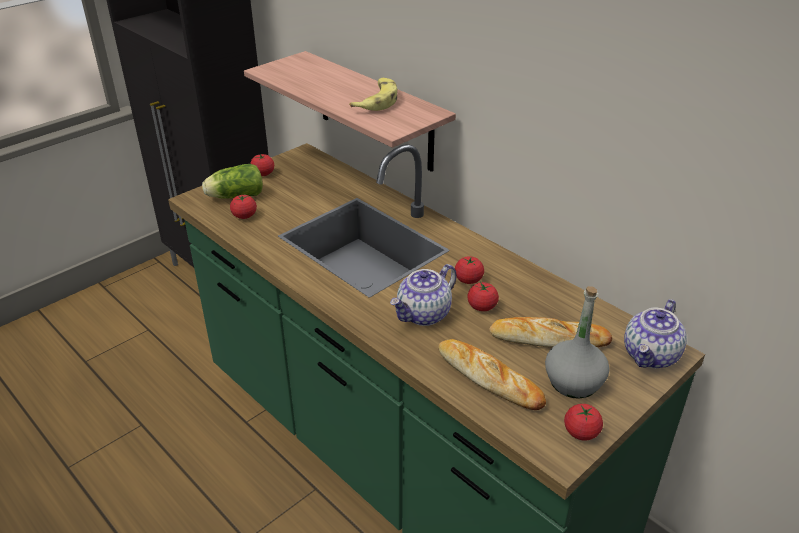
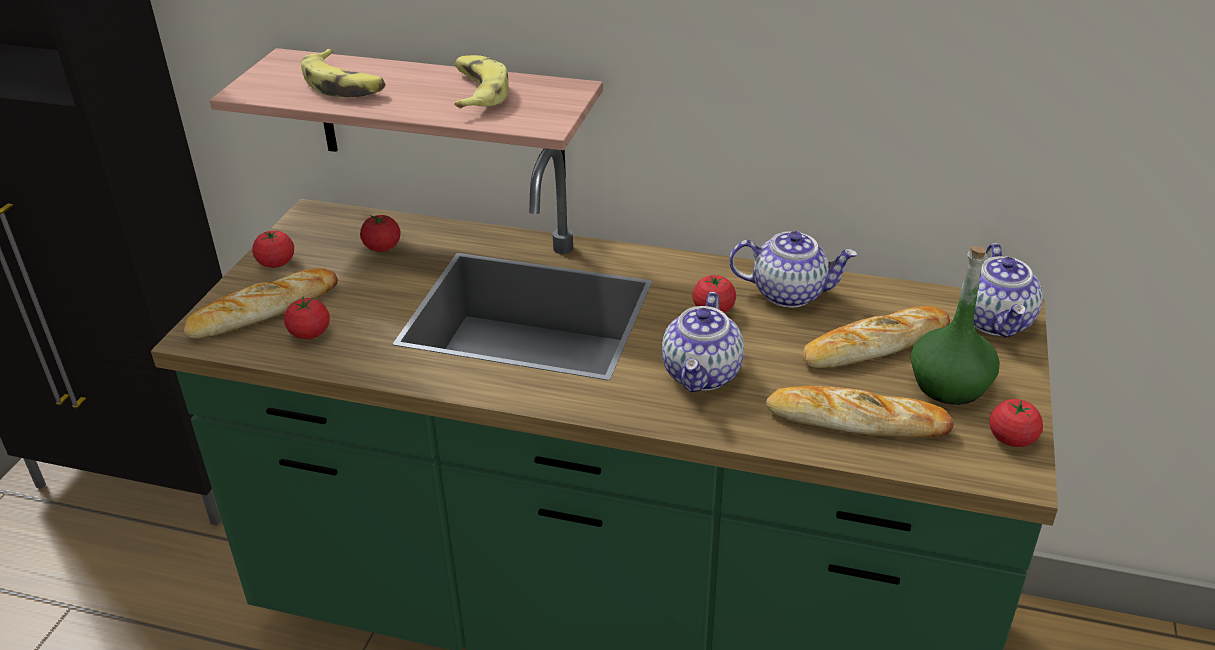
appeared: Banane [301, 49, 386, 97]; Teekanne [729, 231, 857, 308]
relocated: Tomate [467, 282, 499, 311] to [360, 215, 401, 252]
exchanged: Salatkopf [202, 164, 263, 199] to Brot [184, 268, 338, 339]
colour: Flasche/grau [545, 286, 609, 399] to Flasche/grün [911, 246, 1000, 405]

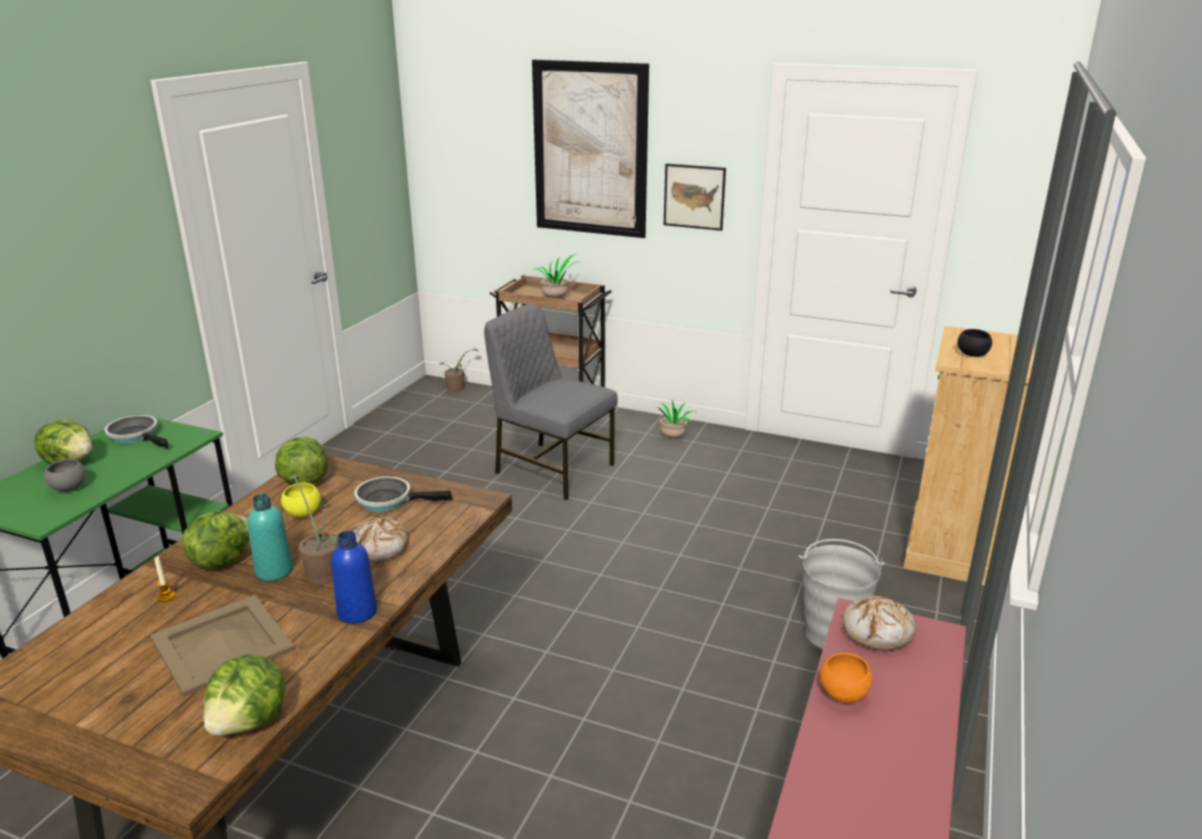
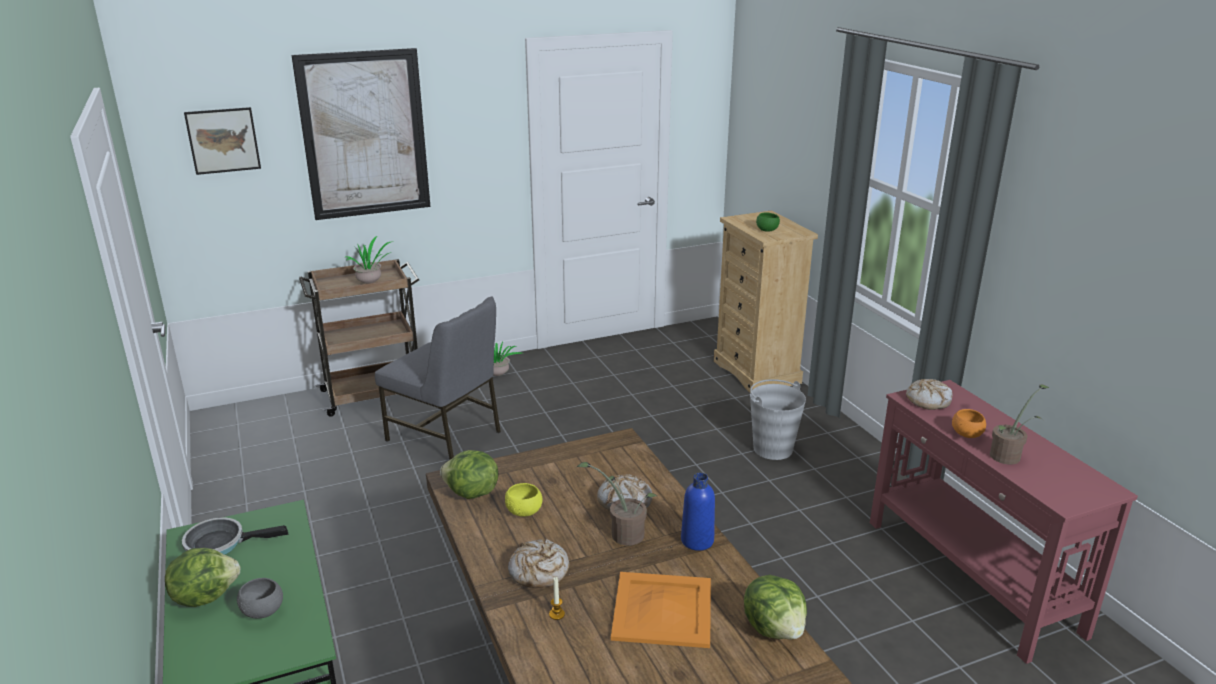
missing: Flasche/türkis [247, 494, 293, 581]; Pfanne [354, 476, 452, 512]
relocated: Bild [664, 164, 726, 231] to [184, 107, 261, 175]; Topfpflanze [438, 349, 479, 391] to [990, 384, 1049, 465]
exchanged: Salatkopf [182, 511, 250, 569] to Brot [508, 538, 569, 588]
colour: Tablett/beige [150, 595, 295, 697] to Tablett/orange [611, 572, 711, 648]; Schüssel/schwarz [957, 329, 992, 357] to Schüssel/grün [756, 212, 780, 232]
spun: Stuhl/grau [484, 304, 618, 500] = [375, 296, 501, 460] 135 degrees counterclockwise

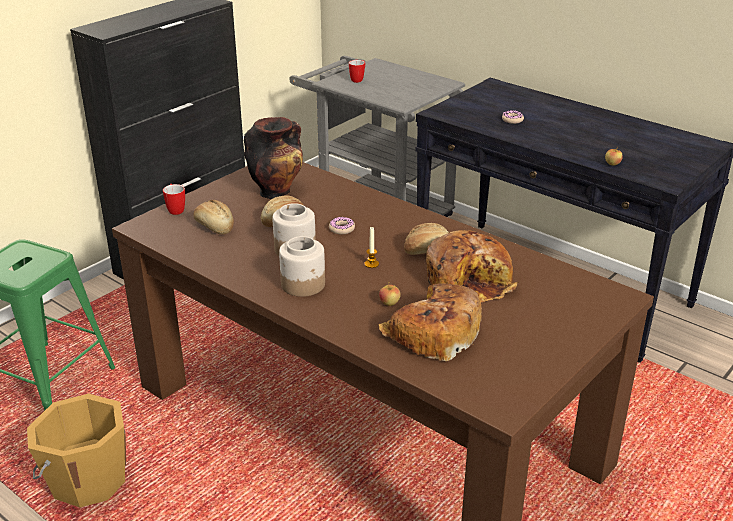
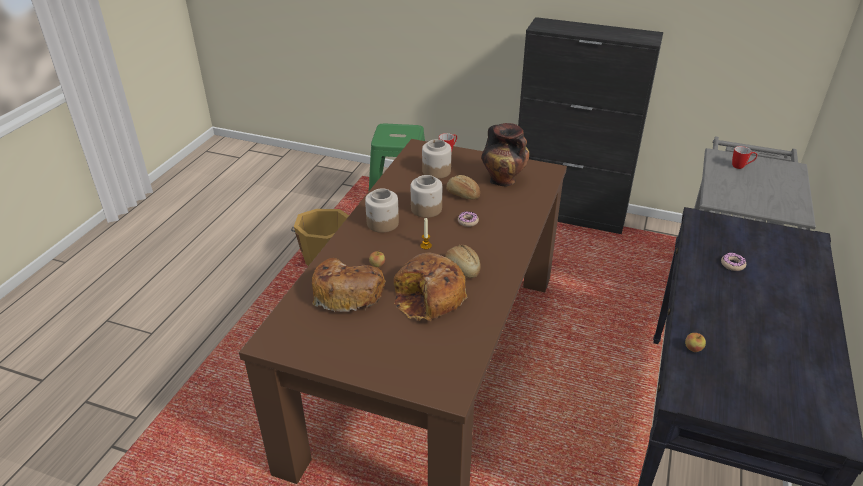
exchanged: Brot [193, 200, 234, 234] to Vorratsglas [422, 139, 451, 179]

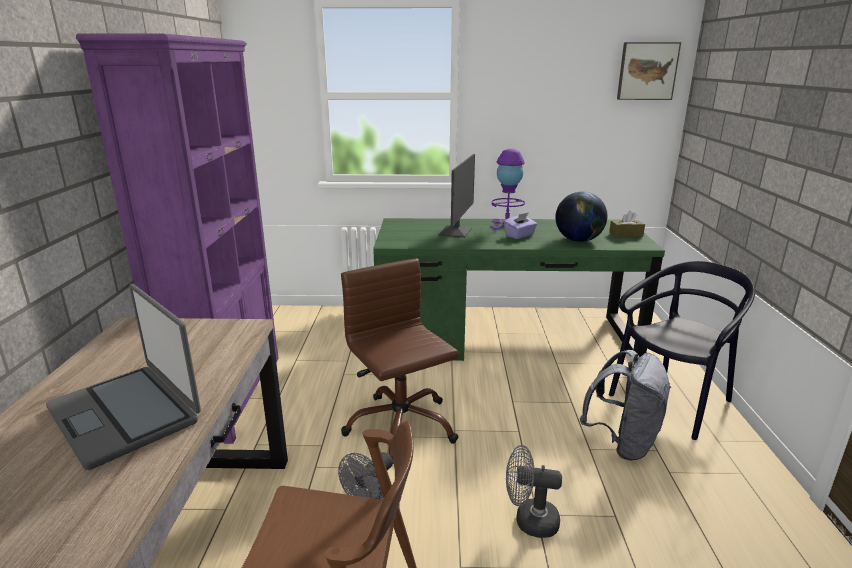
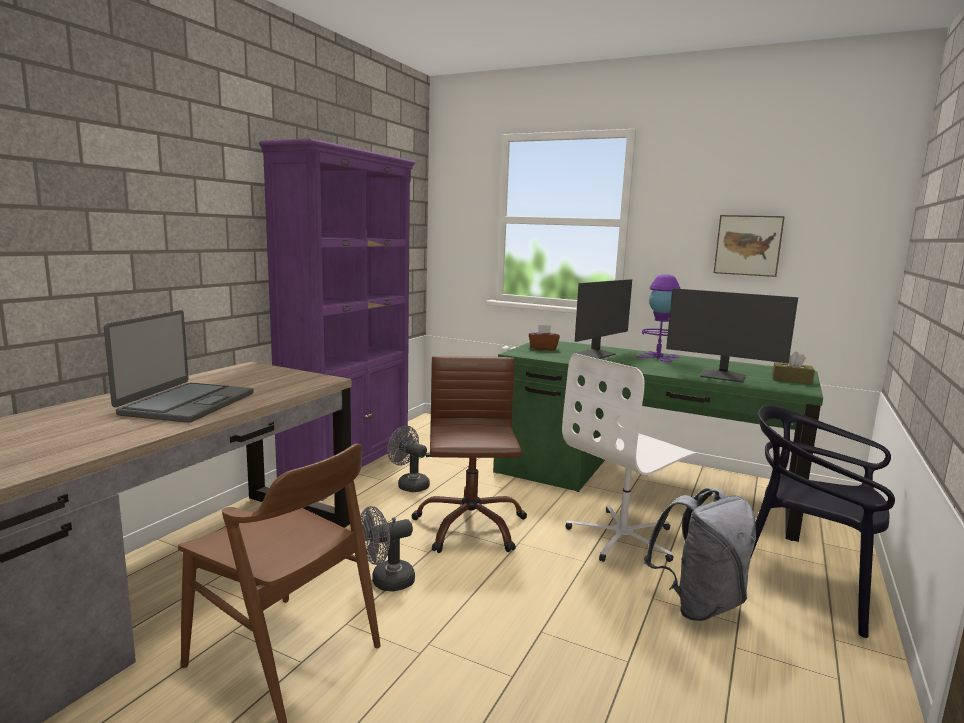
missing: Taschentuchbox/lila [504, 212, 537, 239]
appeared: Taschentuchbox/braun [529, 325, 560, 350]; Bürostuhl/weiß [562, 353, 696, 562]
relocated: Ventilator/grau [506, 445, 562, 538] to [387, 426, 430, 492]; Bild [617, 42, 681, 100] to [714, 215, 785, 277]
exchanged: Globus [555, 192, 607, 242] to Monitor [666, 288, 798, 383]
spun: Laptop [46, 284, 201, 470] = [104, 310, 254, 423] 150 degrees counterclockwise; Stuhl/schwarz [609, 261, 755, 440] = [751, 405, 895, 638] 135 degrees counterclockwise

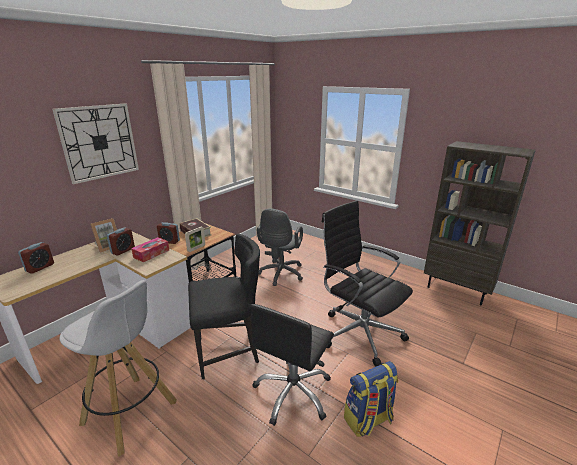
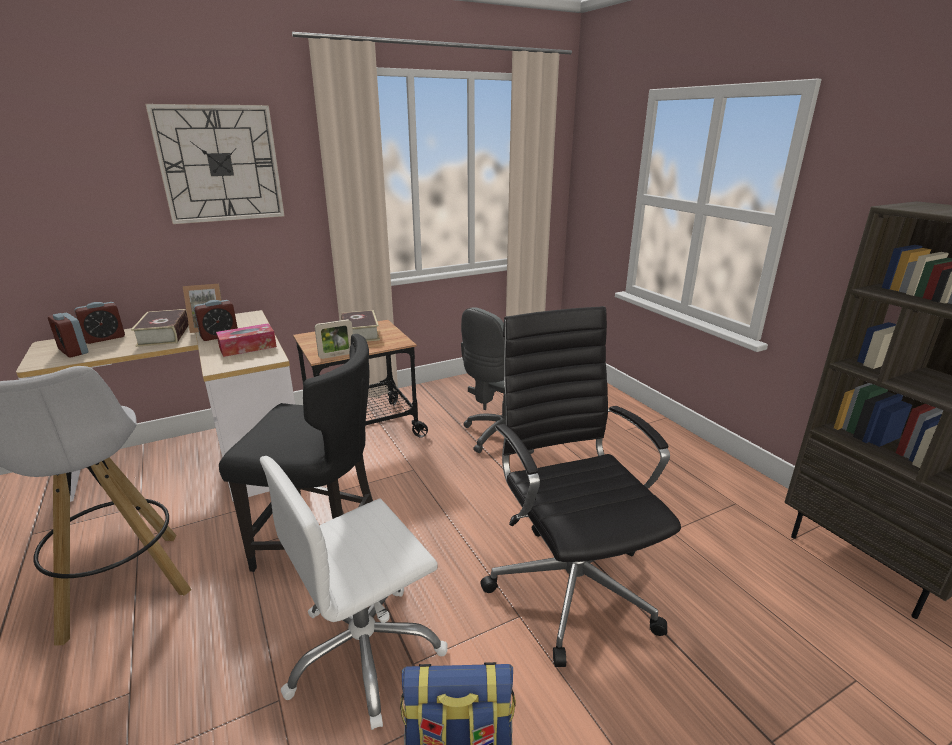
appeared: Buch [131, 309, 189, 347]
relocated: Wecker [157, 222, 180, 244] to [48, 313, 88, 358]
colour: Bürostuhl/schwarz [250, 304, 334, 426] to Bürostuhl/weiß [260, 456, 448, 730]

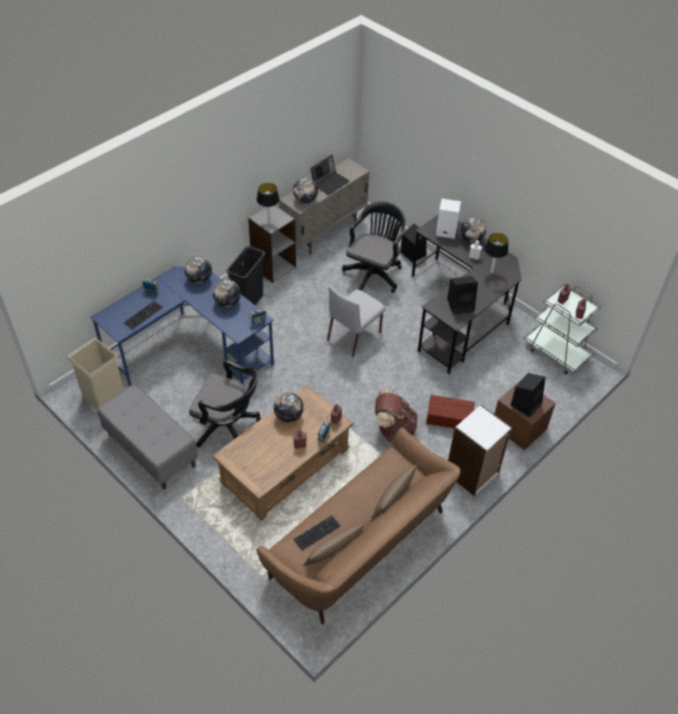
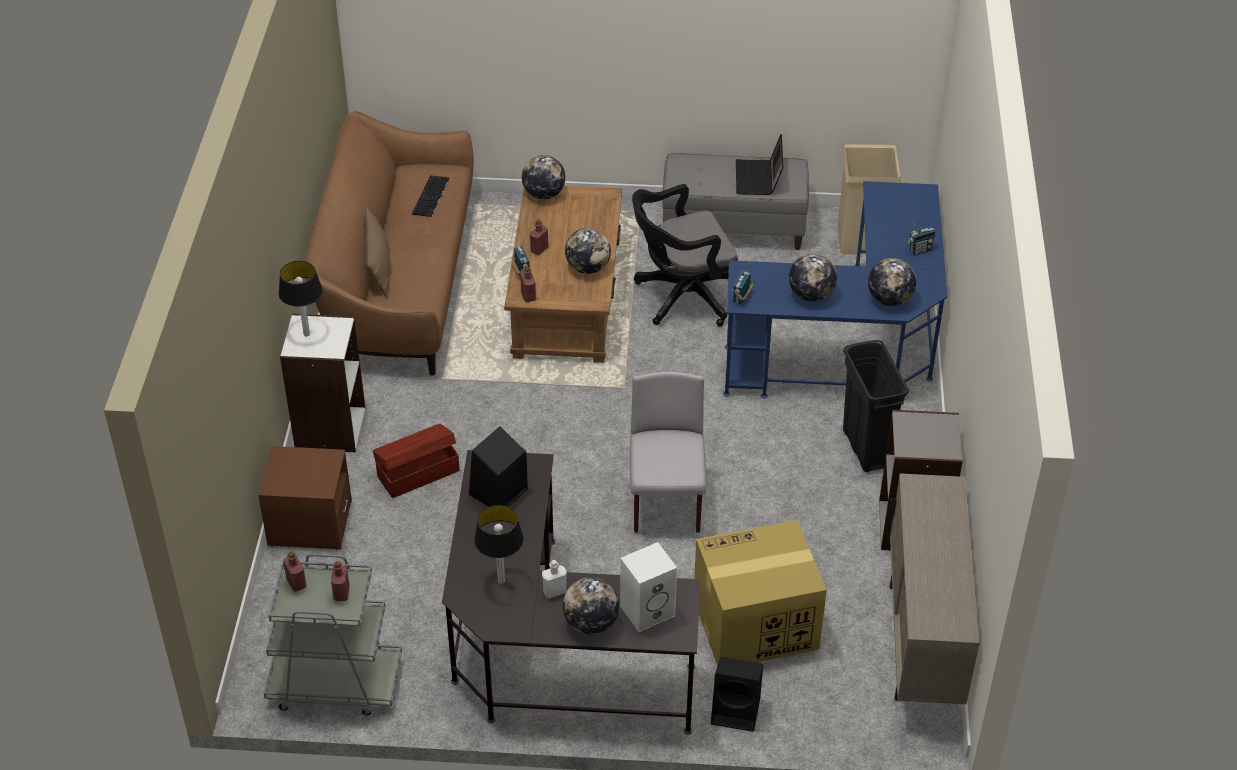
missing: Tastatur [124, 301, 163, 330]; Kissen/braun [303, 524, 365, 566]; Rucksack/braun [375, 390, 418, 443]; Lautsprecher/schwarz [511, 373, 545, 417]
relocated: Tischlampe [257, 183, 280, 224] to [279, 261, 323, 336]; Globus [293, 178, 318, 203] to [522, 155, 565, 199]; Laptop [310, 155, 349, 195] to [736, 134, 783, 195]
exchanged: Bürostuhl/schwarz [342, 201, 406, 293] to Karton [694, 520, 827, 666]

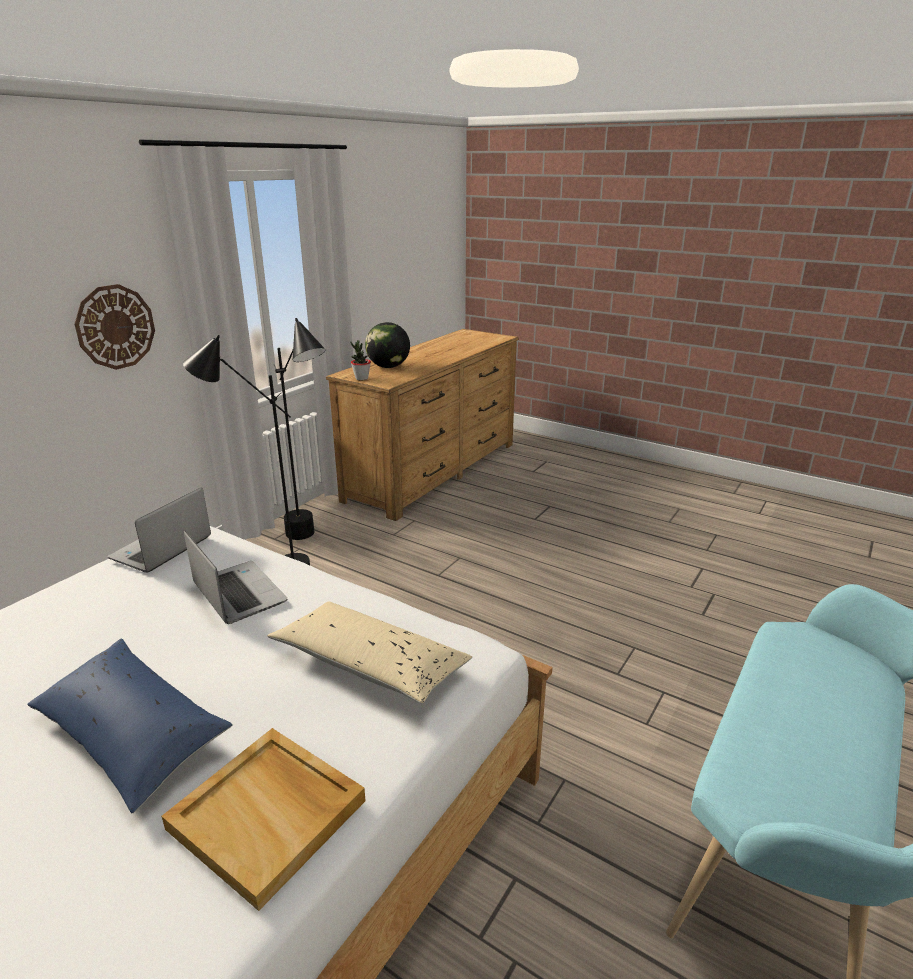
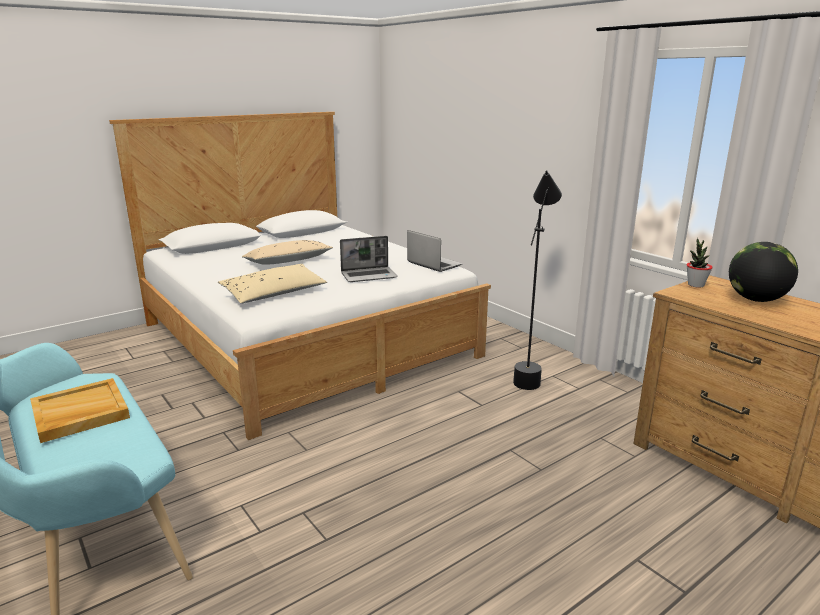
missing: Wanduhr [74, 284, 155, 370]; Stehlampe/schwarz [274, 318, 326, 540]
relocated: Tablett/beige [161, 728, 366, 911] to [30, 378, 130, 443]
colour: Kissen/blau [27, 638, 233, 813] to Kissen/beige [242, 240, 333, 265]

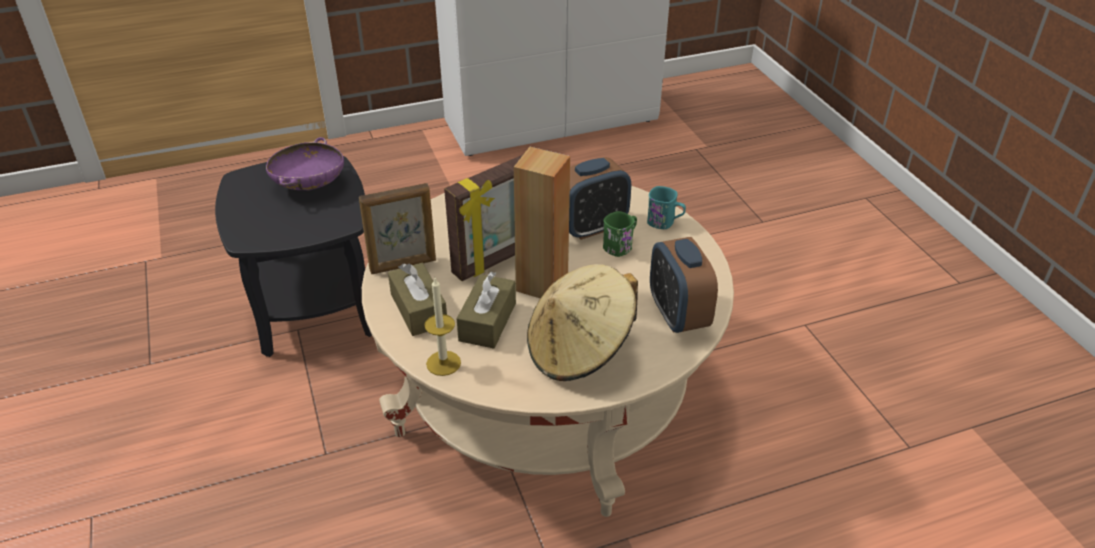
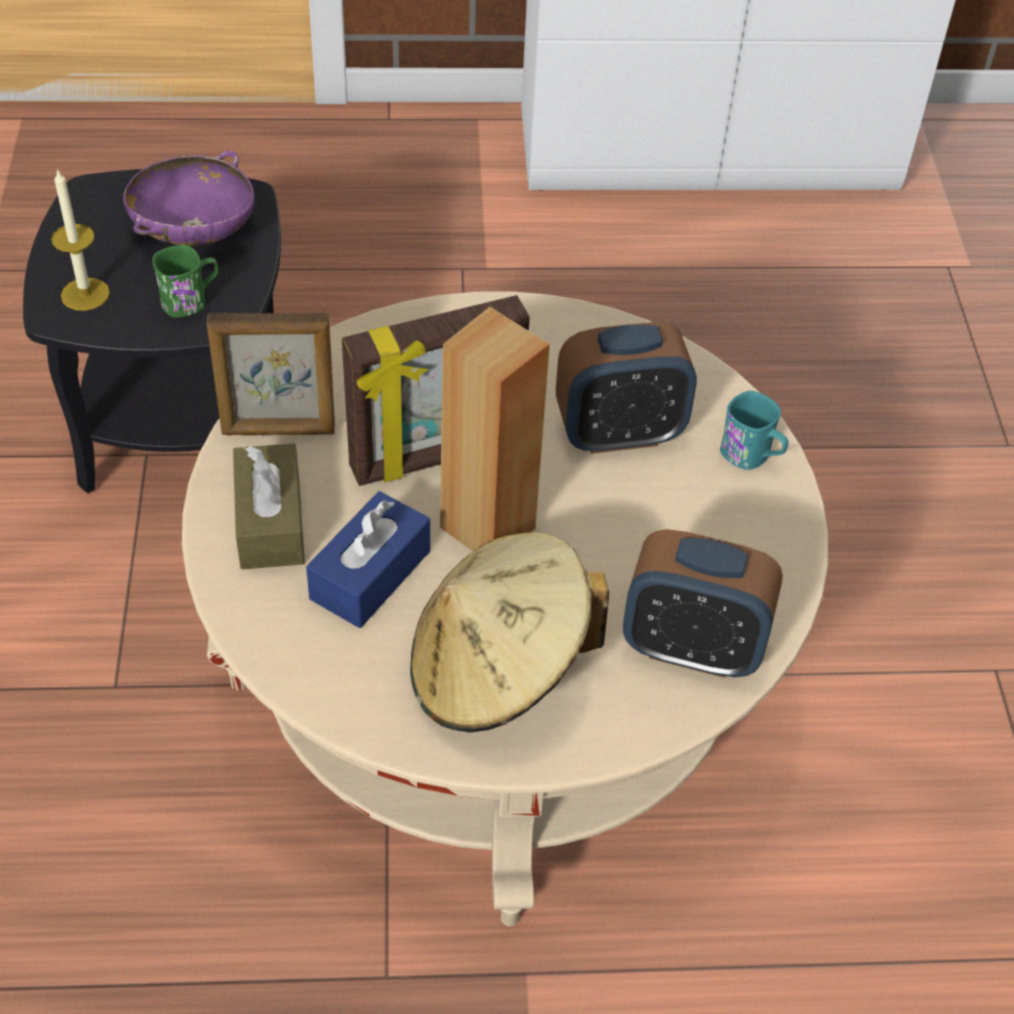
relocated: Kerze [424, 278, 461, 376] to [51, 168, 110, 311]; Henkelbecher/grün [603, 211, 637, 257] to [152, 245, 218, 318]
colour: Taschentuchbox/braun [457, 271, 516, 349] to Taschentuchbox/blau [306, 491, 430, 628]
spun: Wecker [650, 237, 718, 333] = [623, 529, 783, 678] 75 degrees counterclockwise

